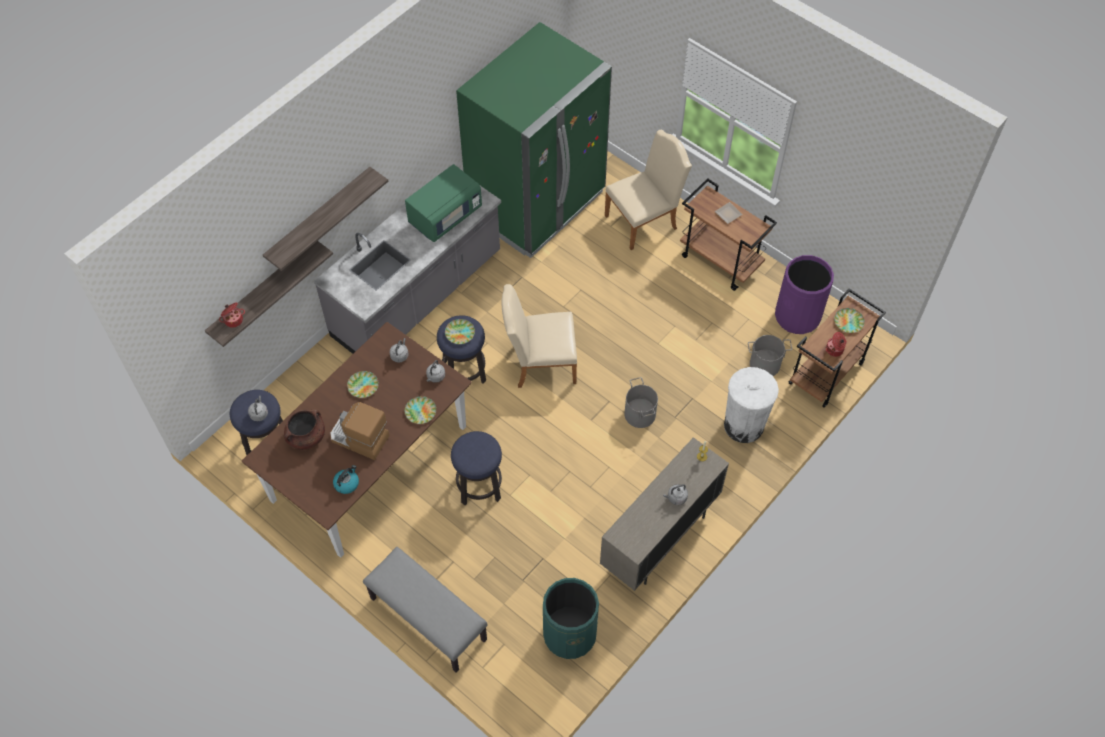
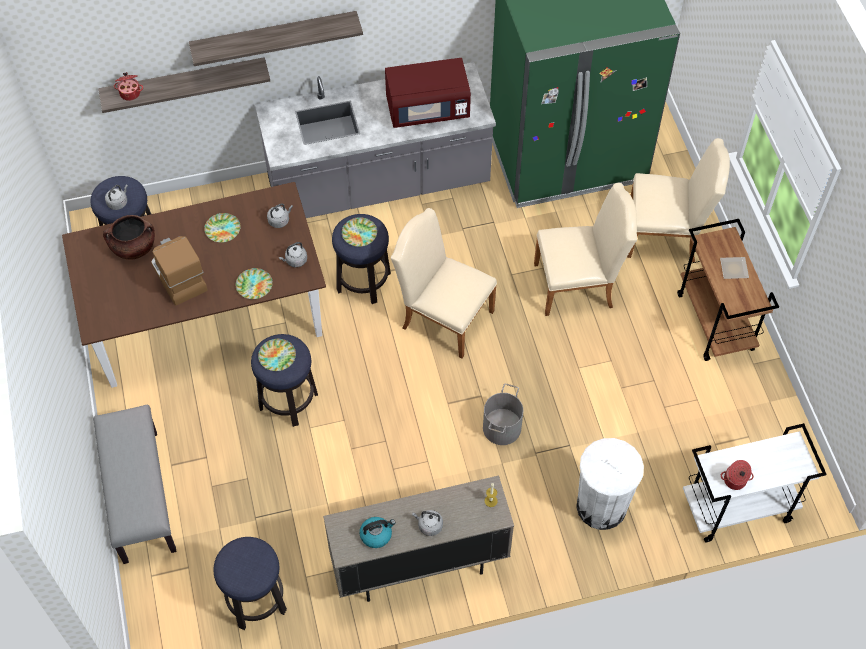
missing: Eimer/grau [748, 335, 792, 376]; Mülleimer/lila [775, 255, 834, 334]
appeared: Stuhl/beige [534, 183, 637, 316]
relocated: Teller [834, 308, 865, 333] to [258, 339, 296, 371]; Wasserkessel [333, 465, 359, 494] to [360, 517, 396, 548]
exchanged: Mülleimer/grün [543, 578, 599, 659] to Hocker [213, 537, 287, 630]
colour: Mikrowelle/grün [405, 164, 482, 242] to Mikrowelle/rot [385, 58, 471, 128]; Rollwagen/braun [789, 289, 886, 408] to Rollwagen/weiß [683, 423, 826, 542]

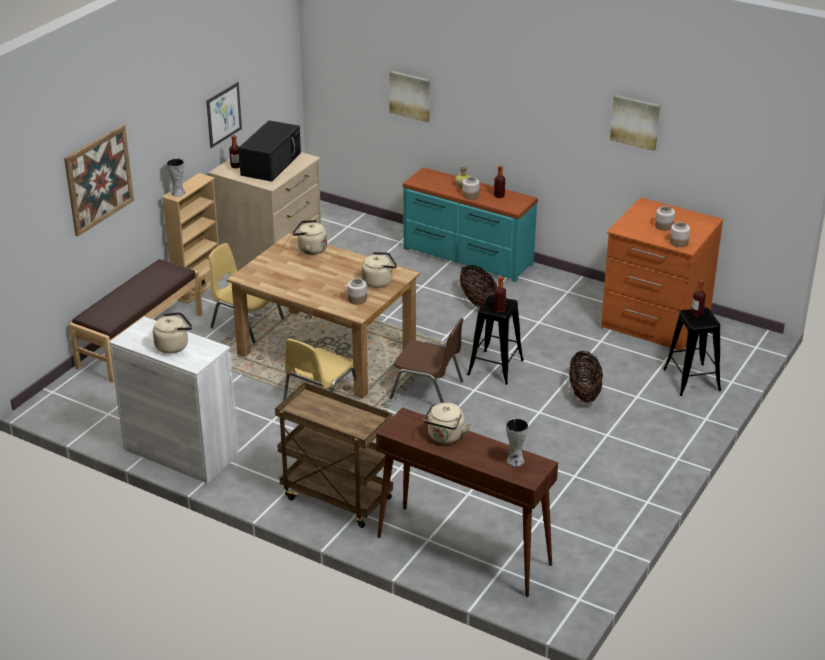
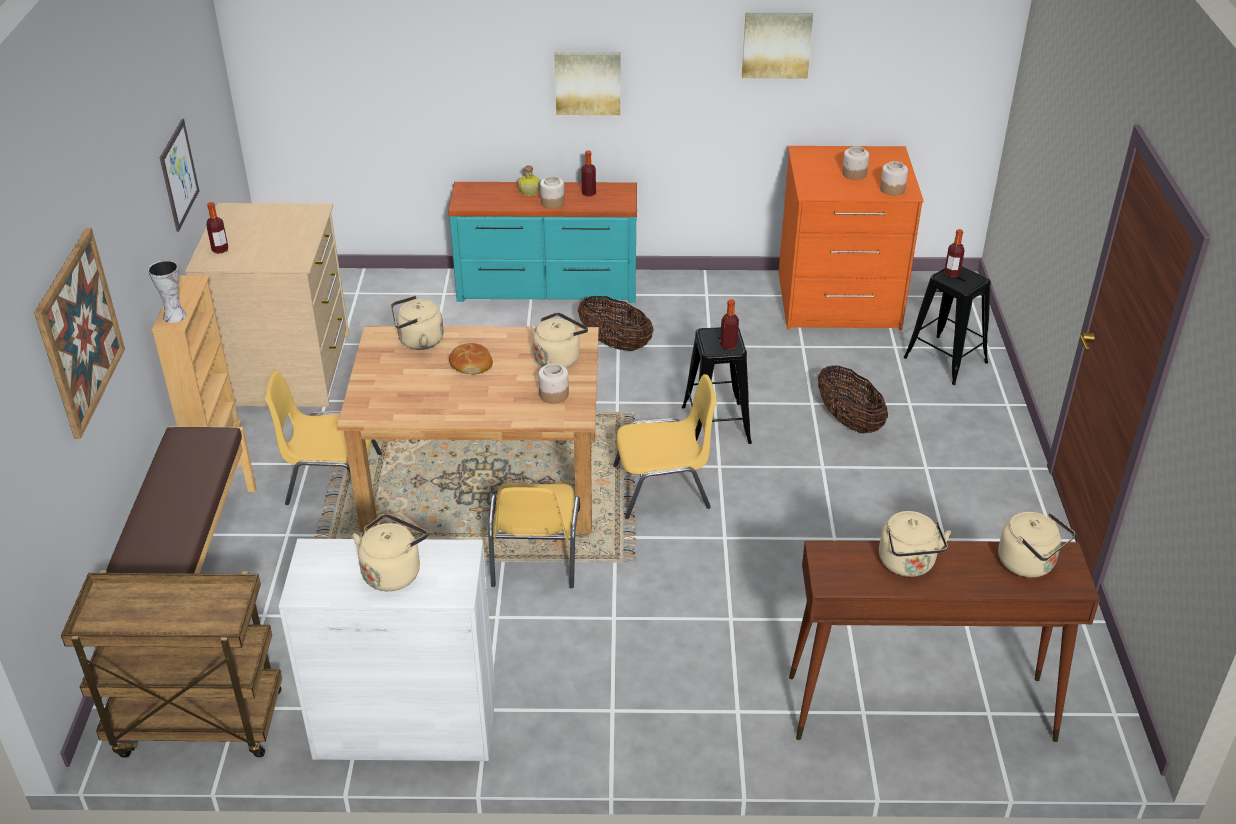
missing: Mikrowelle/schwarz [238, 120, 301, 182]
appeared: Brot [449, 343, 493, 374]
relocated: Rollwagen/braun [275, 382, 393, 528] to [61, 570, 282, 758]; Bild [389, 71, 430, 122] to [554, 52, 620, 115]
exchanged: Vase [506, 418, 528, 467] to Wasserkessel/beige [998, 512, 1075, 578]
colour: Stuhl/braun [390, 318, 464, 403] to Stuhl/gelb [613, 374, 717, 519]

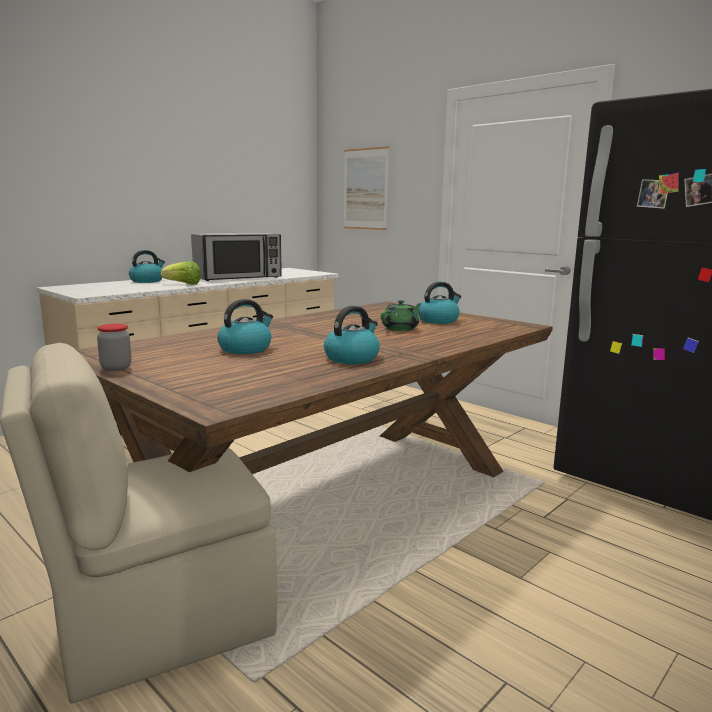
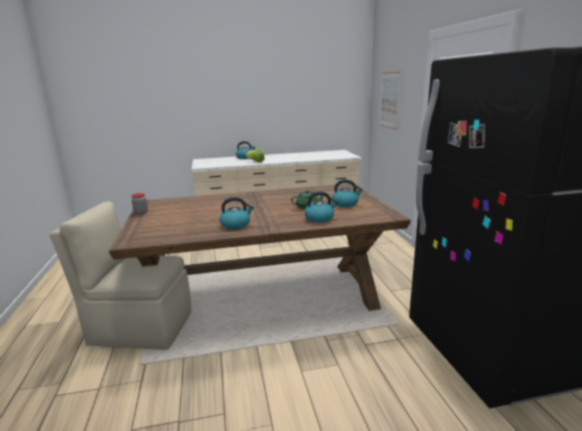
missing: Mikrowelle [191, 233, 282, 281]
relocated: Wasserkessel [217, 299, 273, 354] to [304, 191, 338, 223]

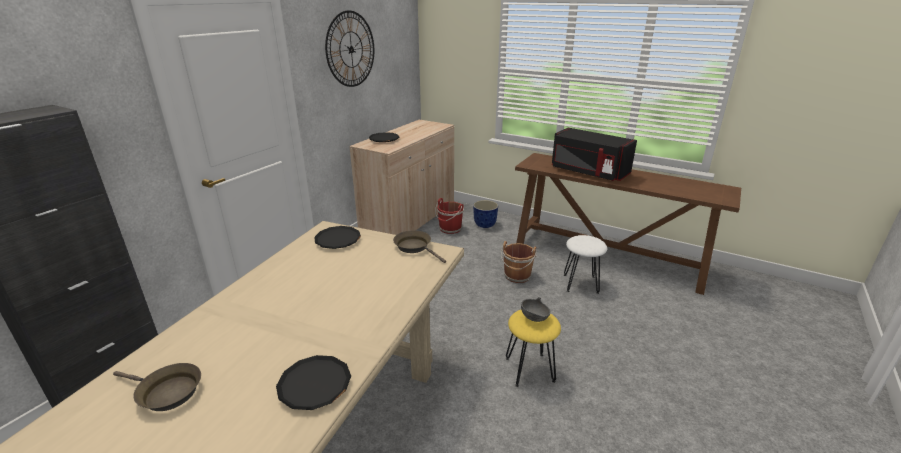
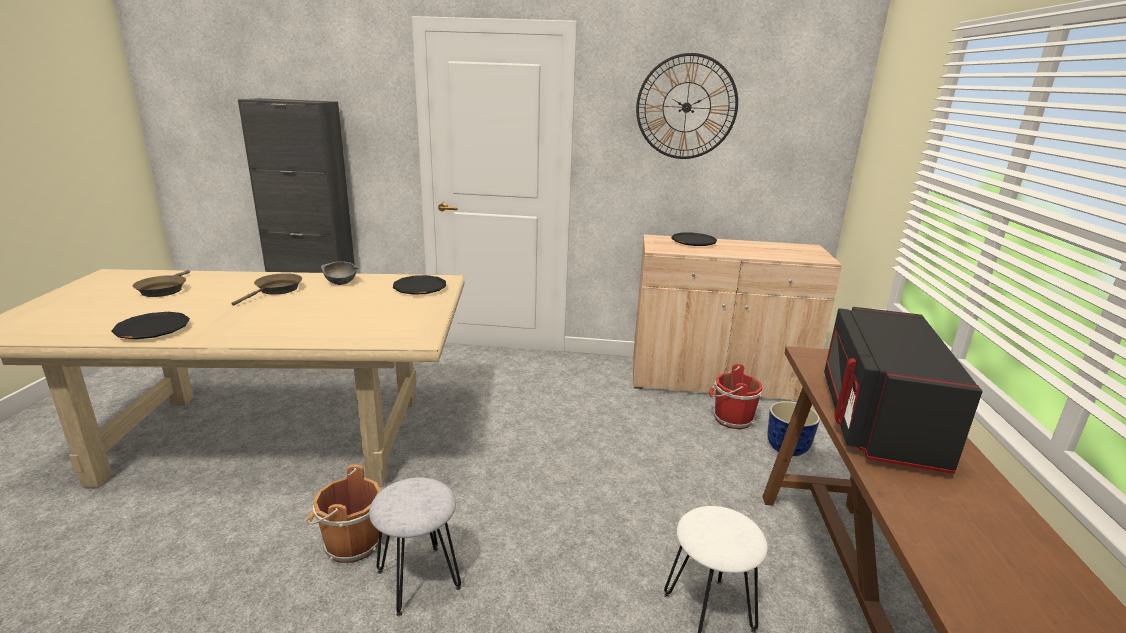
relocated: Pfanne/braun [393, 230, 446, 263] to [231, 273, 302, 306]; Eimer/braun [501, 241, 537, 283] to [306, 465, 381, 563]; Schüssel/grau [521, 297, 551, 322] to [321, 261, 359, 285]
colour: Hocker/gelb [506, 310, 561, 387] to Hocker/grau [369, 477, 461, 616]

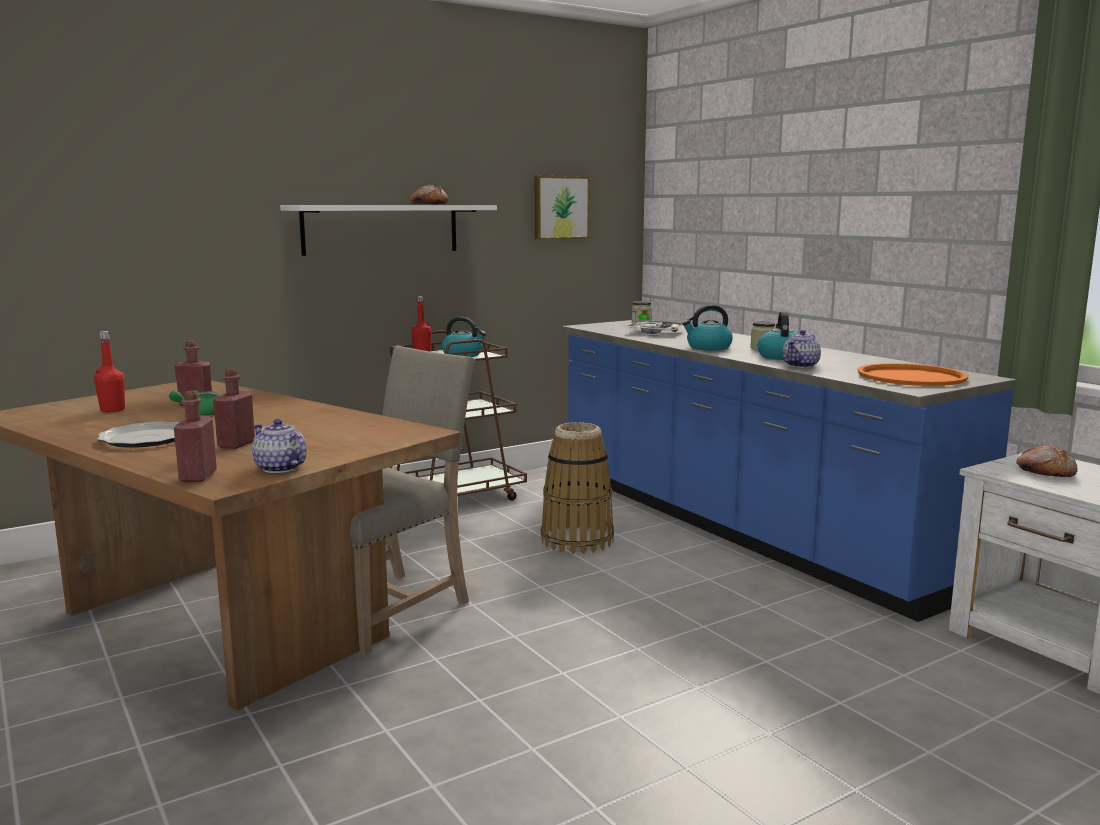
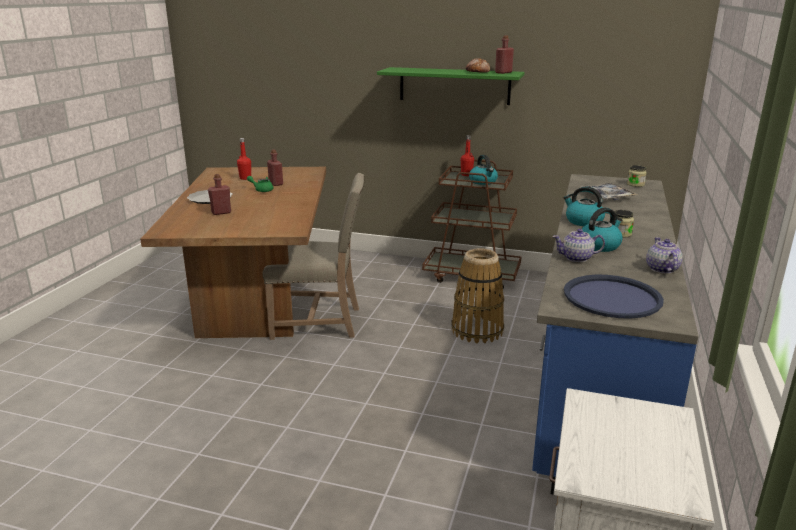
missing: Bild [534, 176, 590, 240]; Brot [1016, 445, 1077, 477]
relocated: Flasche/rot [174, 391, 217, 482] to [495, 35, 514, 74]; Teekanne [252, 419, 307, 473] to [646, 237, 683, 274]
colour: Wandregal/weiß [280, 205, 497, 256] to Wandregal/grün [377, 67, 525, 105]; Tablett/orange [858, 363, 969, 386] to Tablett/blau [564, 275, 664, 319]

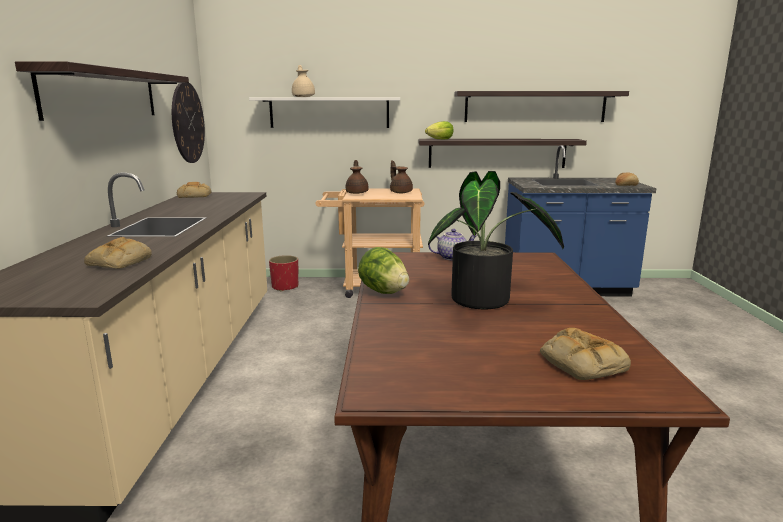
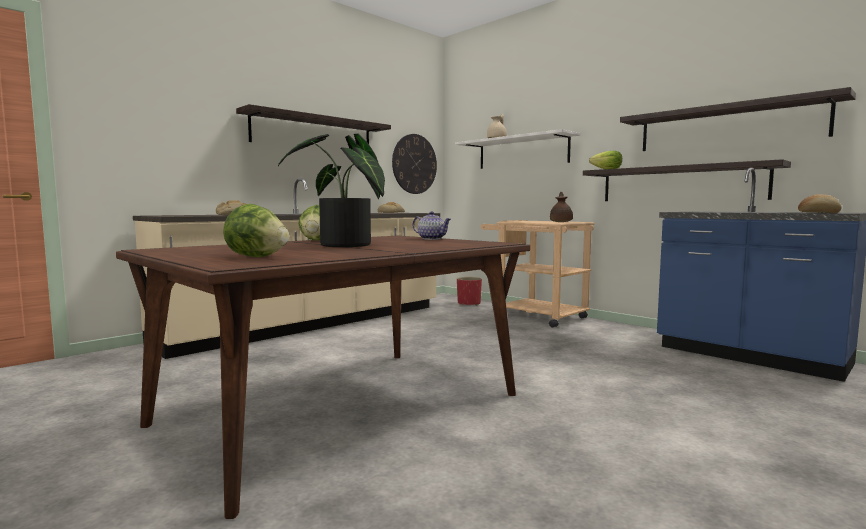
missing: Teekanne/braun [346, 160, 369, 194]
exchanged: Brot [540, 328, 631, 380] to Salatkopf [223, 204, 289, 257]

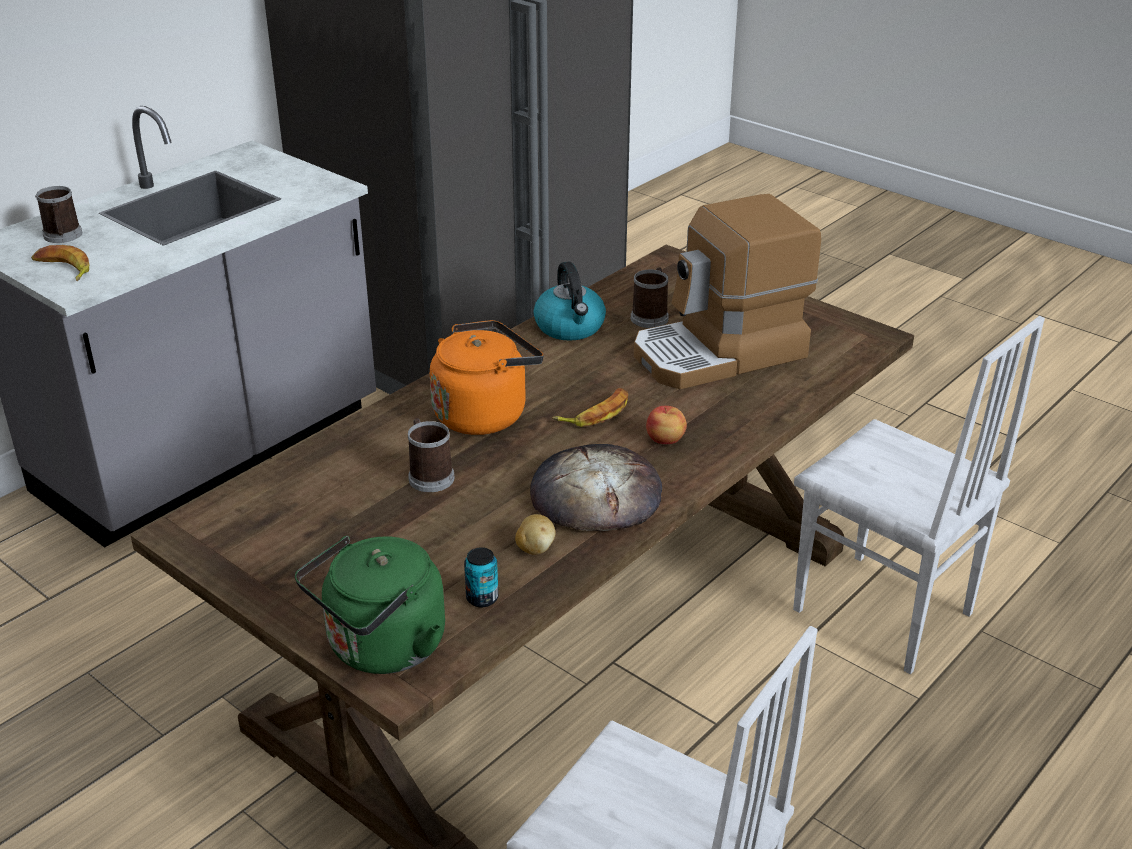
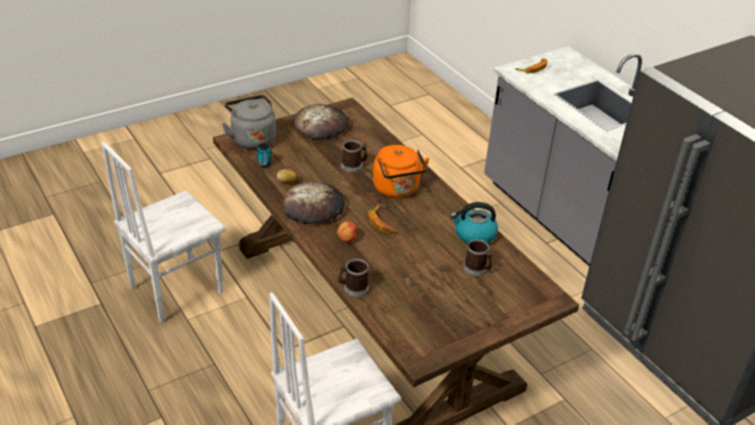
missing: Kaffeemaschine [634, 194, 821, 389]
appeared: Brot [293, 104, 349, 140]
relocated: Henkelbecher [35, 186, 82, 243] to [338, 259, 369, 297]
colour: Wasserkessel/grün [295, 536, 445, 674] to Wasserkessel/grau [222, 95, 276, 149]

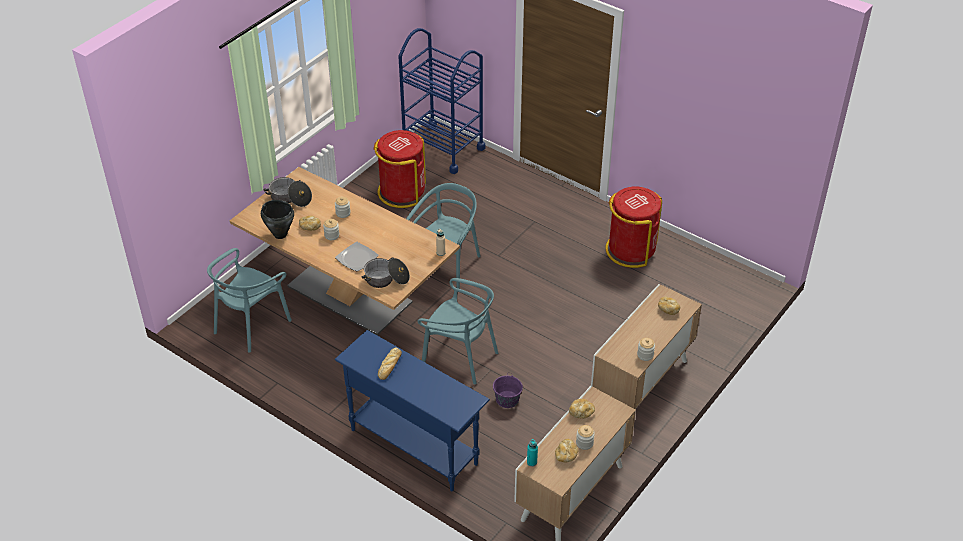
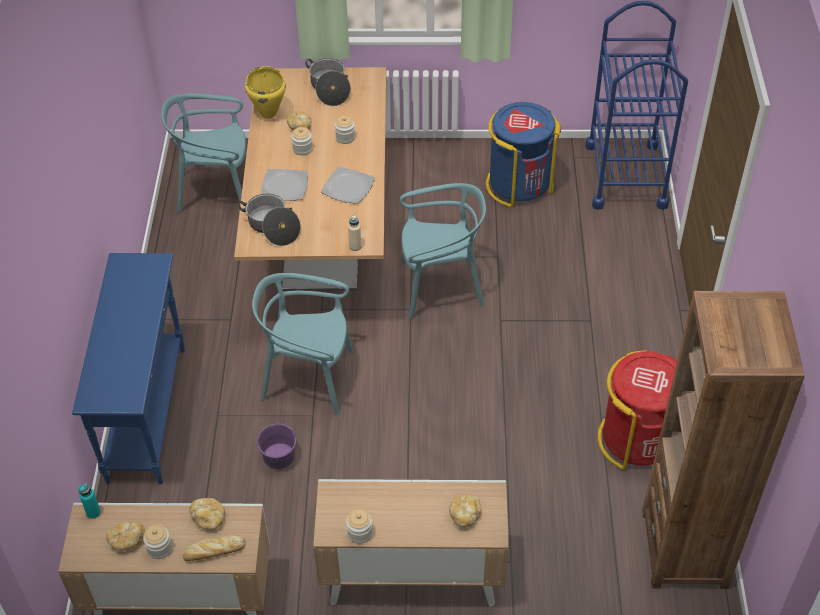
appeared: Teller [321, 167, 375, 204]; Bücherregal/braun [642, 291, 805, 589]
relocated: Brot [378, 348, 402, 380] to [183, 535, 246, 561]
colour: Kochtopf/schwarz [261, 200, 294, 239] to Kochtopf/gelb [245, 66, 286, 119]; Mülleimer/rot [373, 130, 426, 208] to Mülleimer/blau [486, 102, 561, 207]
spun: Stuhl/türkis [417, 278, 498, 384] = [252, 273, 353, 415] 105 degrees clockwise

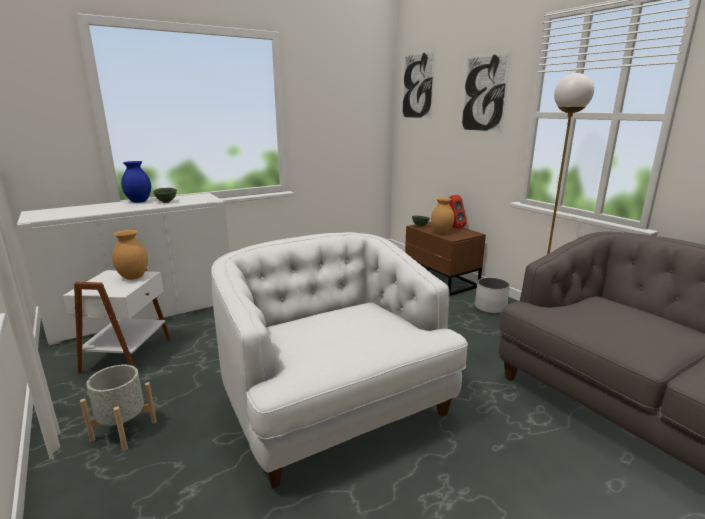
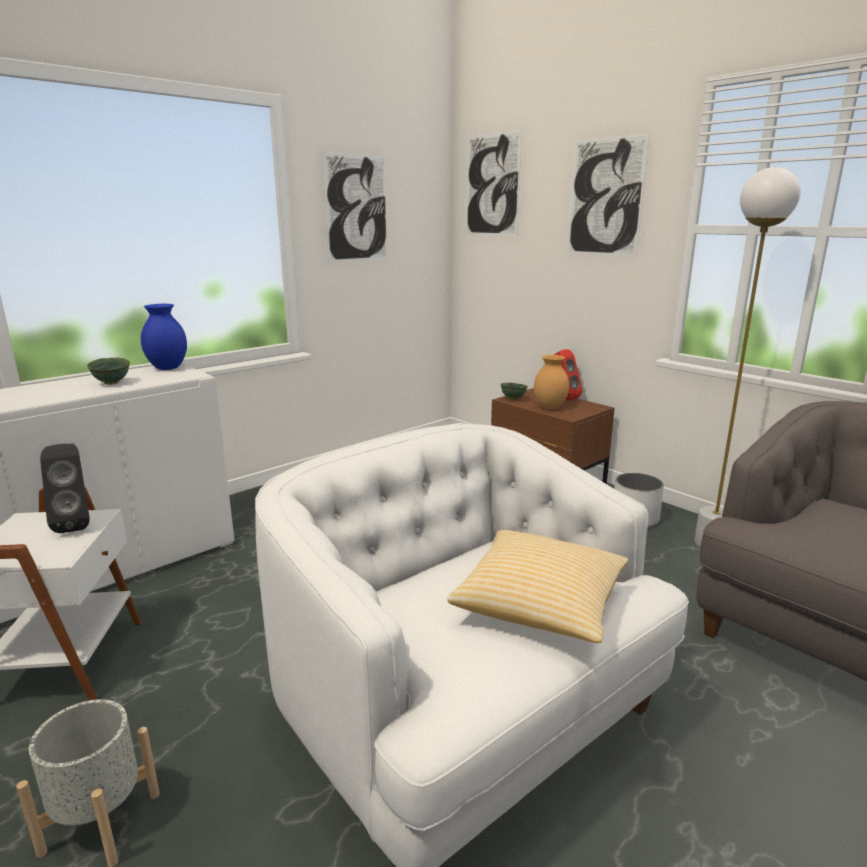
appeared: Bild [322, 151, 388, 262]; Kissen [447, 530, 628, 643]
relocated: Vase/blau [121, 161, 151, 203] to [141, 304, 187, 370]
exchanged: Vase/braun [112, 230, 148, 280] to Lautsprecher/schwarz [40, 444, 90, 533]

